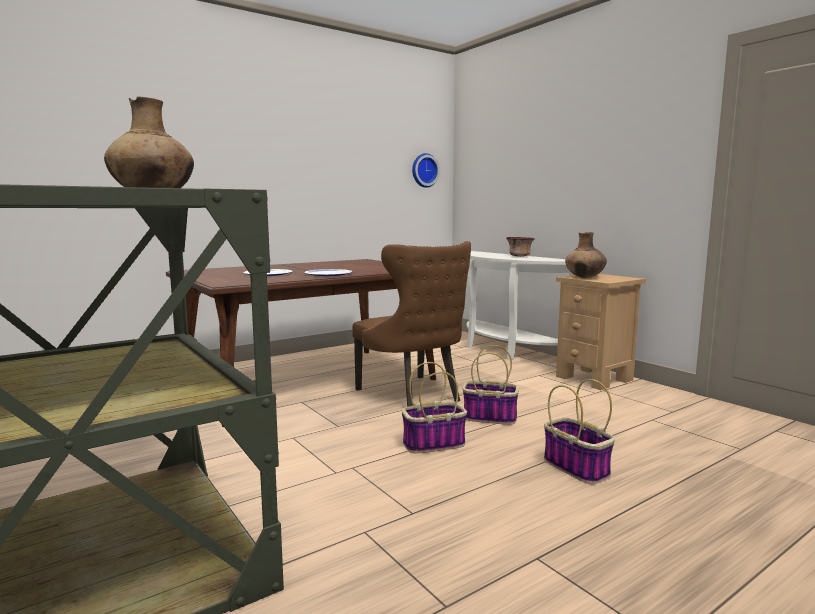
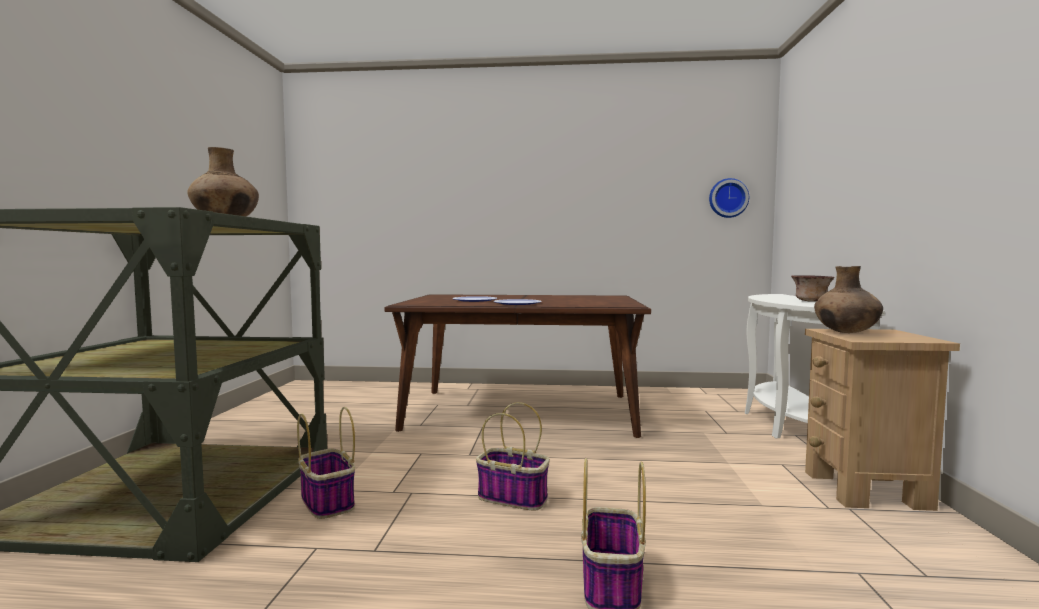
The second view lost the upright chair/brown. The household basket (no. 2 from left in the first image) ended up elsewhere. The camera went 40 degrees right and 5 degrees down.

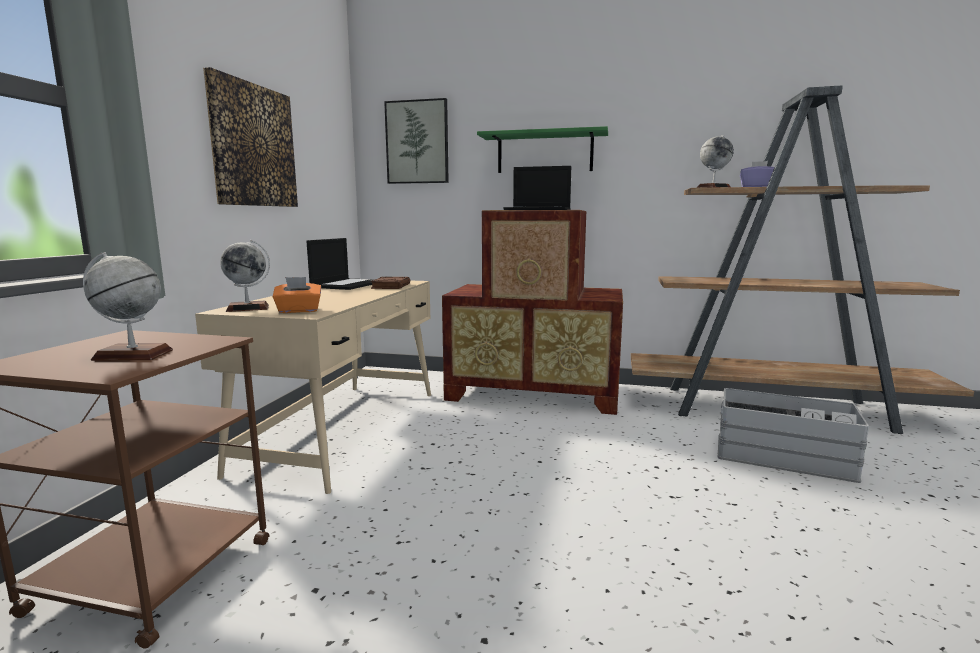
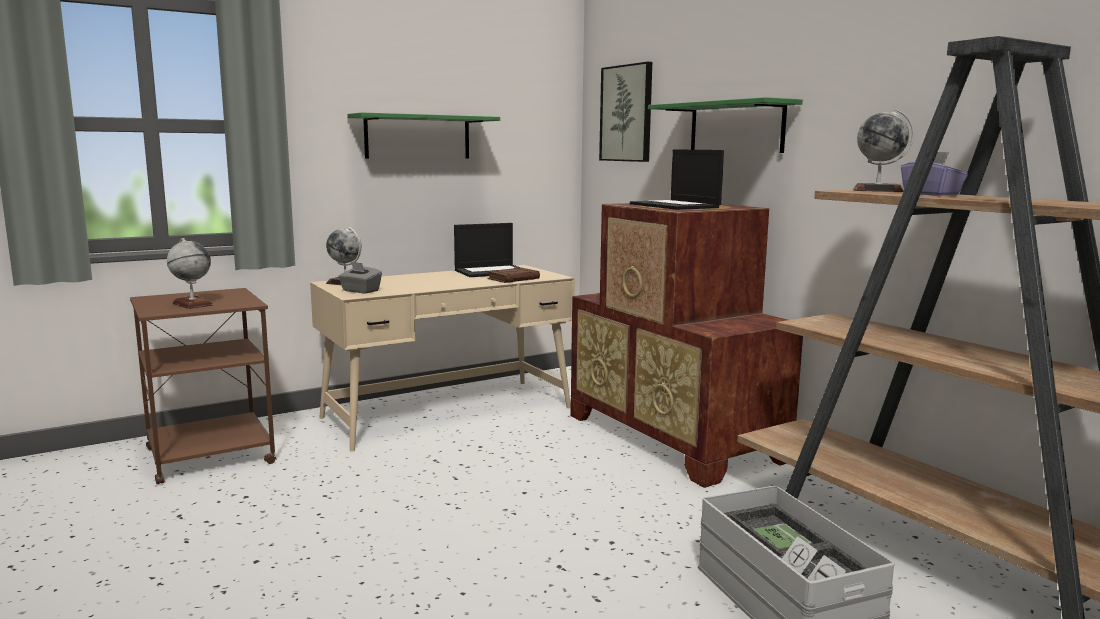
Where the picture (no. 1 from left) hung, the shelf/green-coloured (no. 1 from left) came to hang. What was the box of tissues/orangey turned into the box of tissues/grey. The camera went 45 degrees right and 0 degrees up.

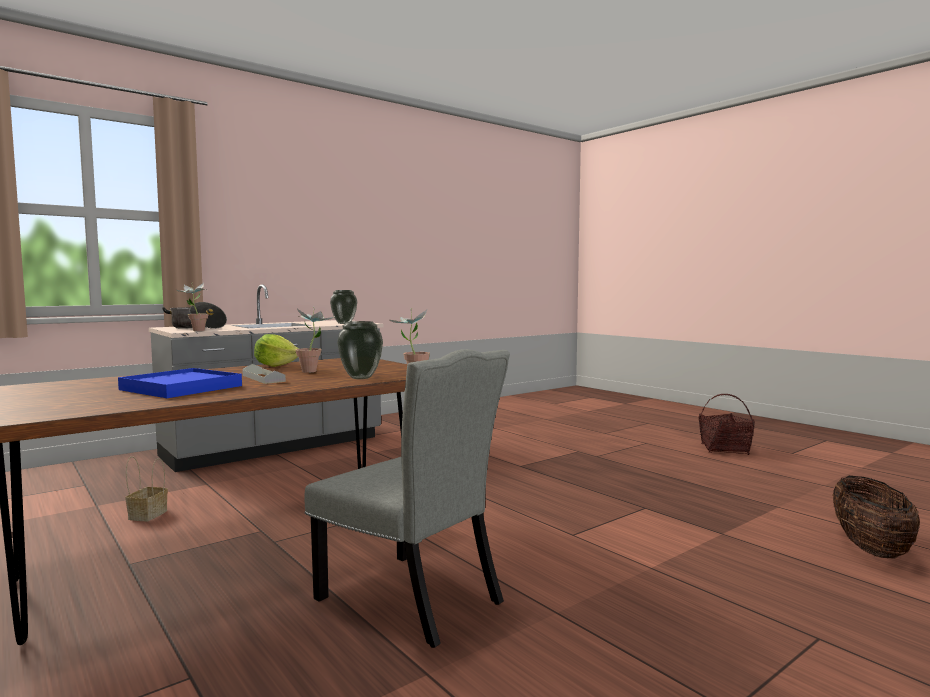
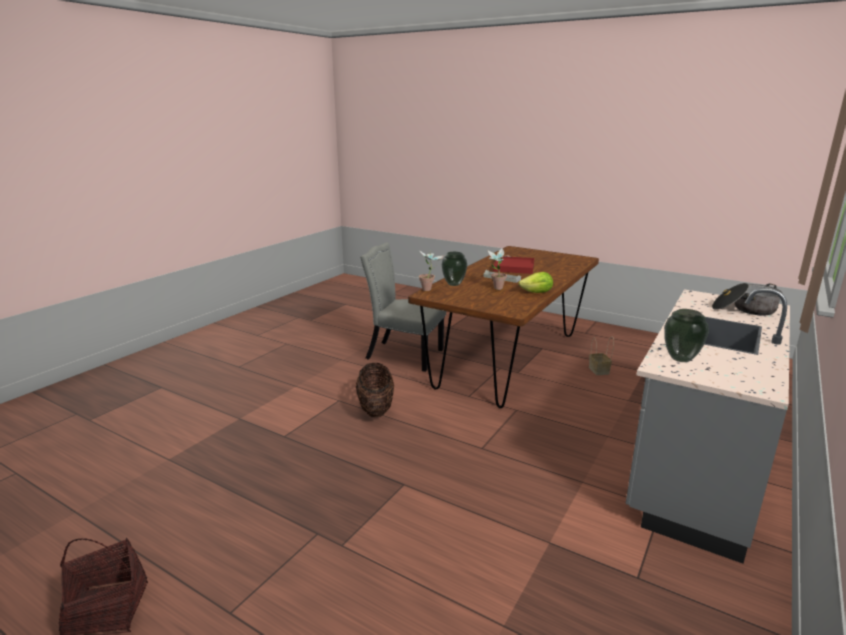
The second view lost the houseplant (no. 1 from left). The household basket (no. 3 from left in the first image) ended up elsewhere. What was the tray/blue-coloured turned into the tray/red-coloured. The camera went 160 degrees right and 15 degrees up.

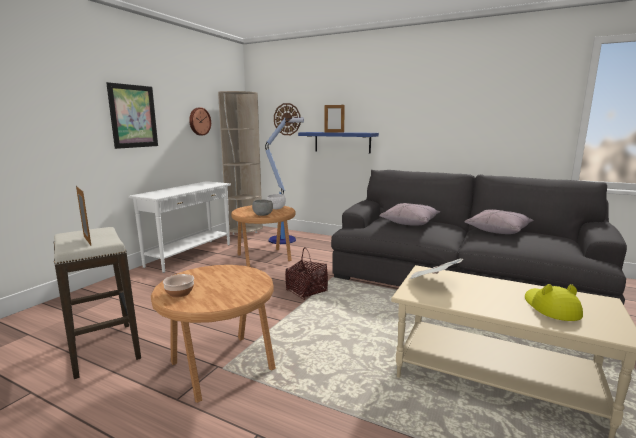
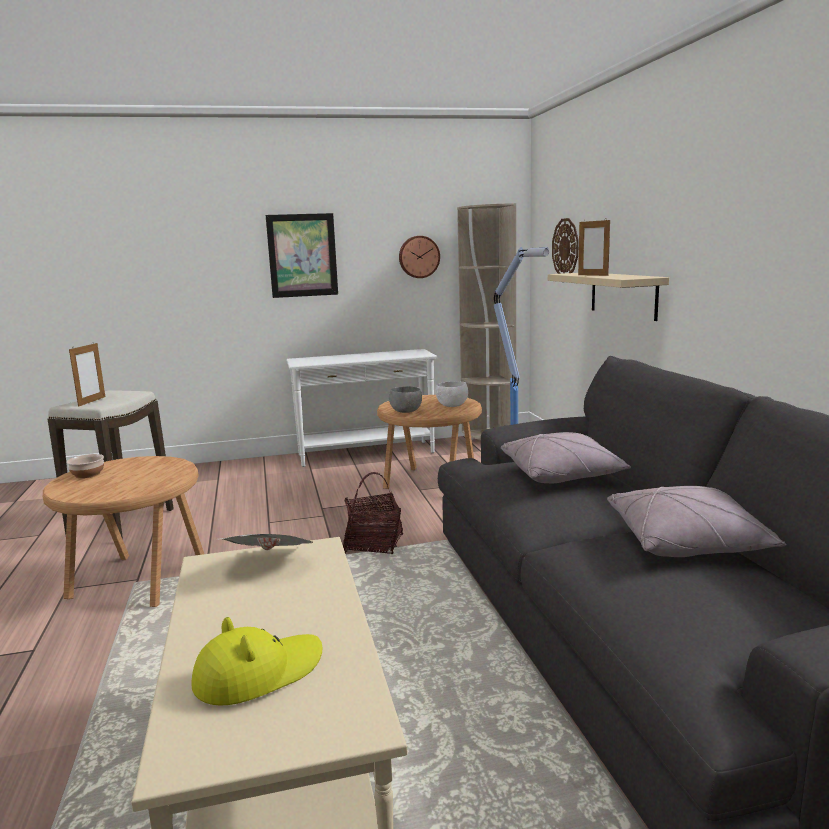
What was the shelf/blue-coloured turned into the shelf/beige. The camera went 50 degrees right and 0 degrees up.

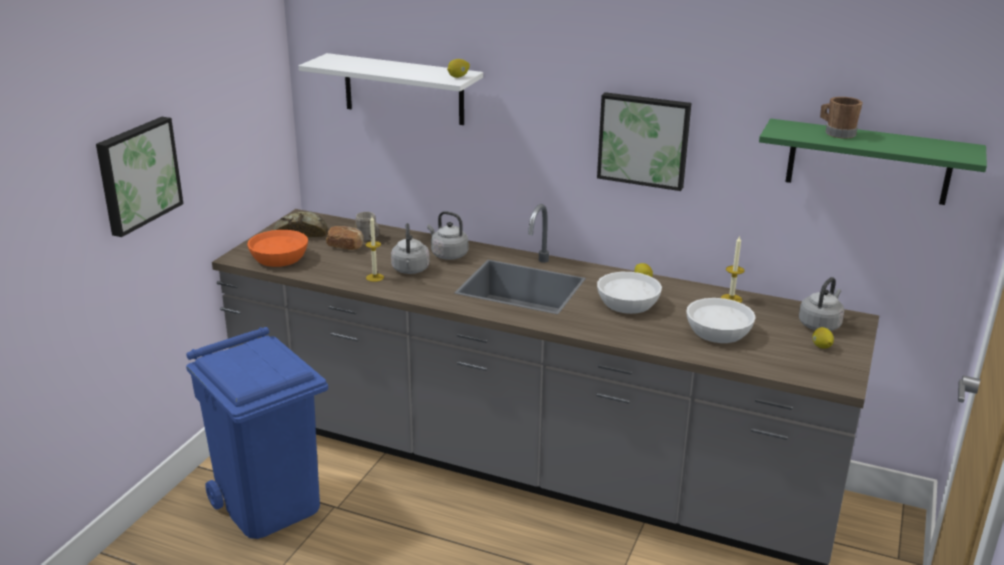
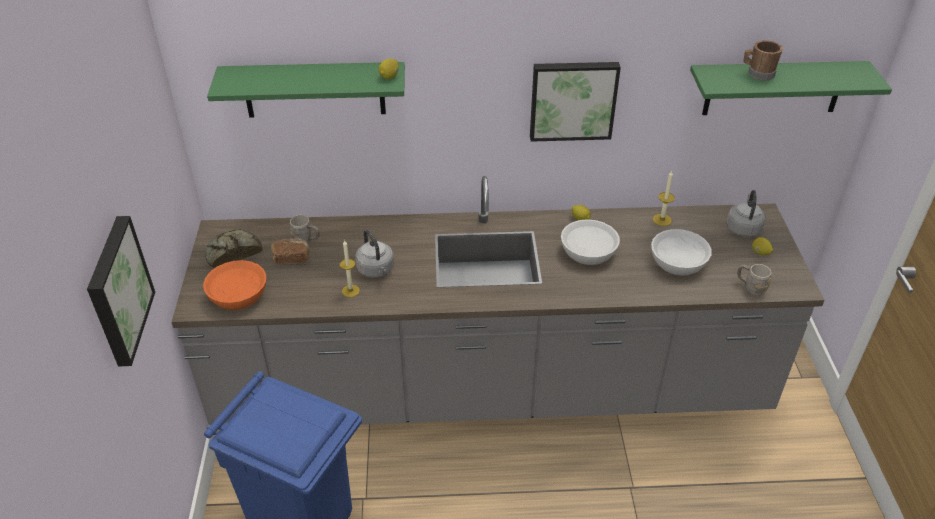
The second view lost the water kettle/grey (no. 2 from left). The second view gained the tea mug/grey (no. 2 from left). What was the shelf/whitish turned into the shelf/green-coloured (no. 1 from left). The camera went 25 degrees left and 15 degrees up.

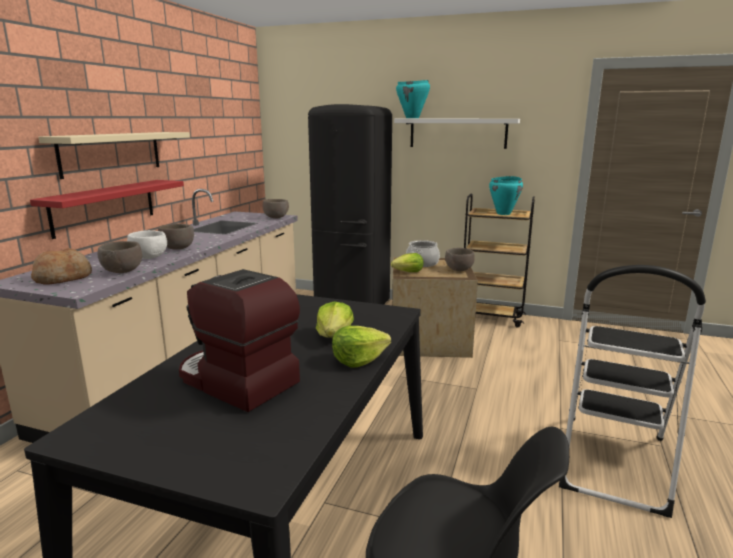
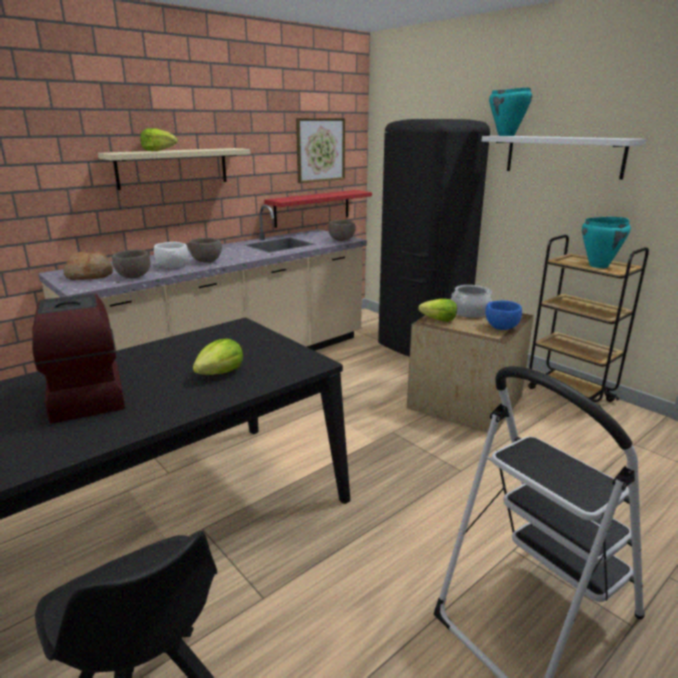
The second view gained the picture. The shelf/red-coloured ended up elsewhere. The lettuce head (no. 2 from left in the first image) ended up elsewhere. What was the serving bowl/brown (no. 4 from left) turned into the serving bowl/blue-coloured. The camera went 30 degrees right and 5 degrees up.

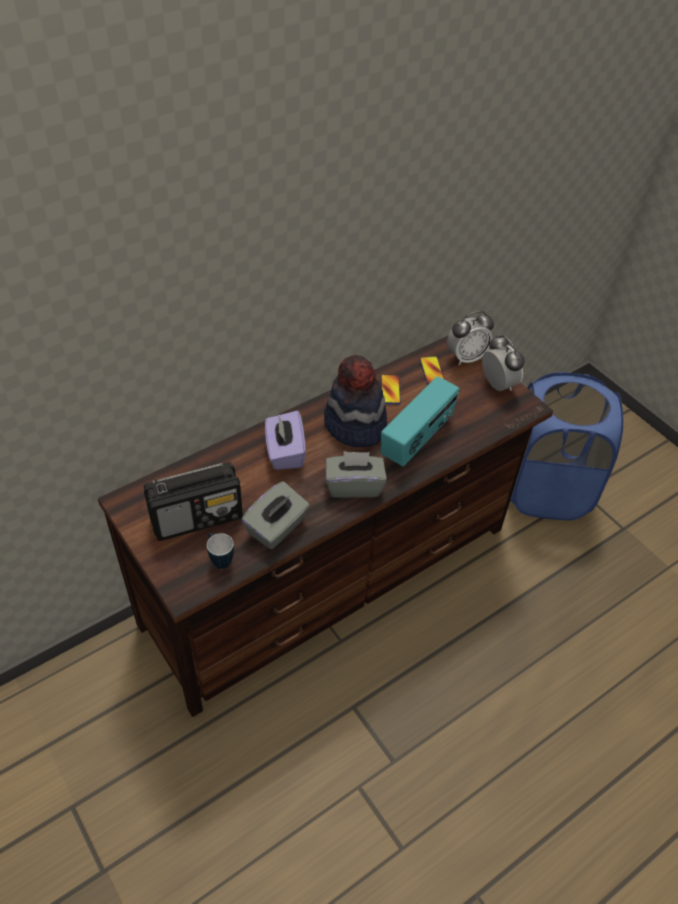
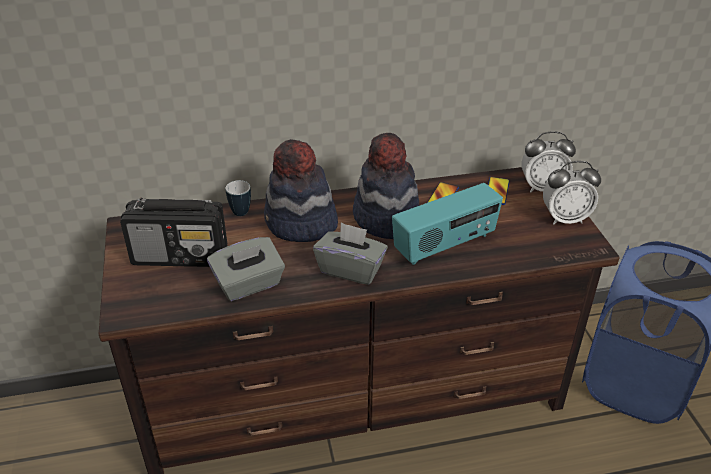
The tea mug ended up elsewhere. Where the box of tissues/purplish stood, the wearable hat (no. 1 from left) came to stand. The alarm clock (no. 2 from left) ended up facing another way, 90 degrees clockwise from before. The camera went 25 degrees right and 10 degrees down.

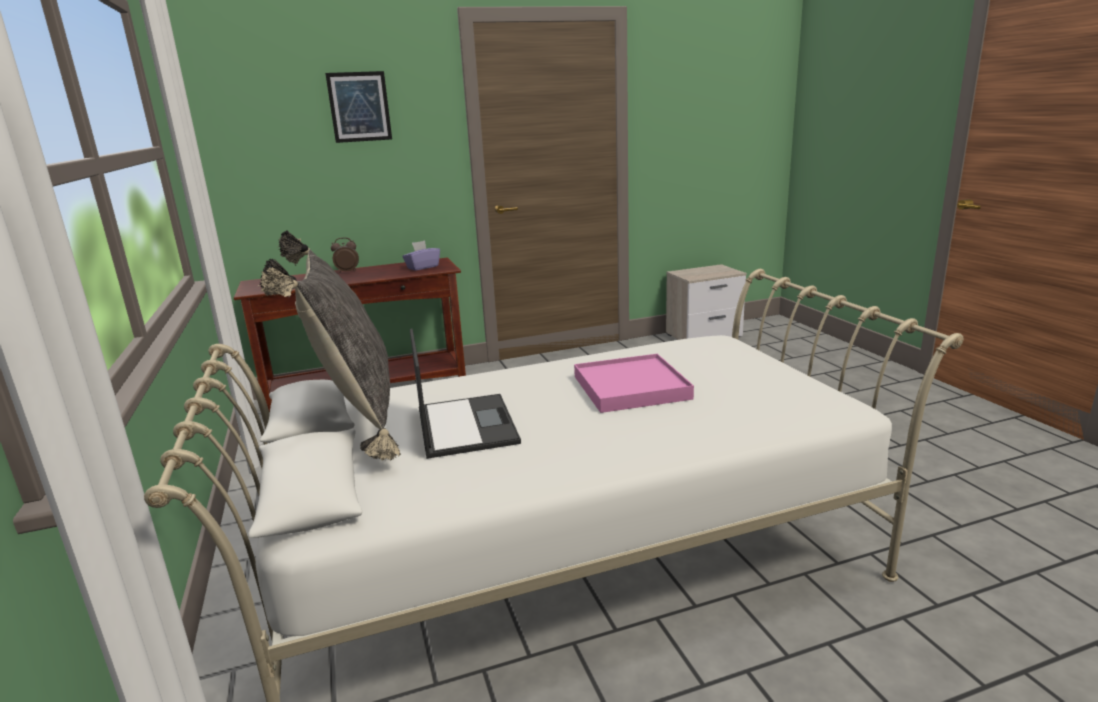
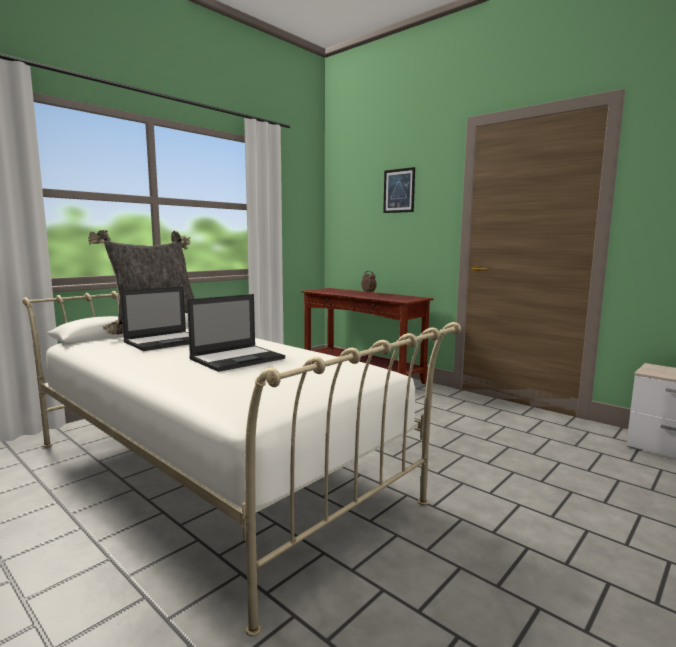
The second view lost the box of tissues/purplish. Where the tray/pink-coloured stood, the notebook computer (no. 2 from left) came to stand. The camera went 60 degrees right and 10 degrees down.

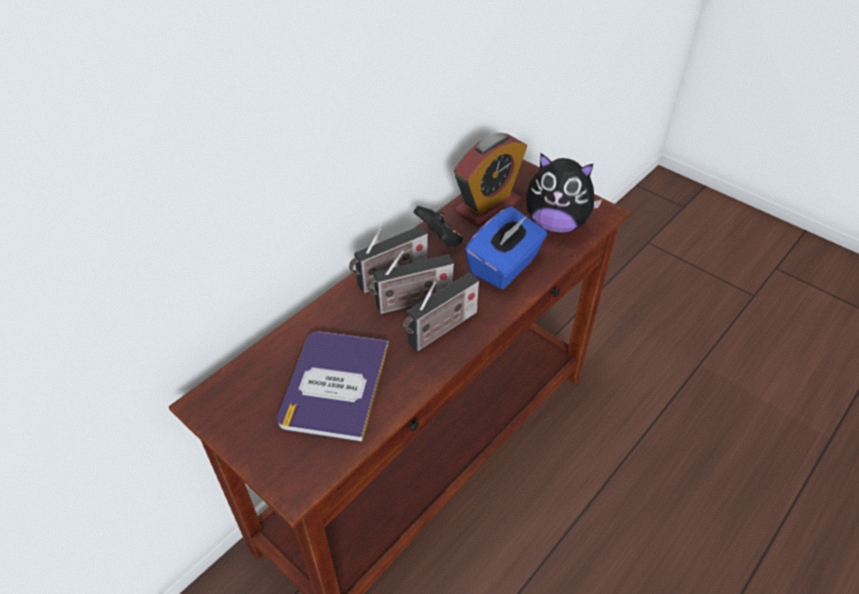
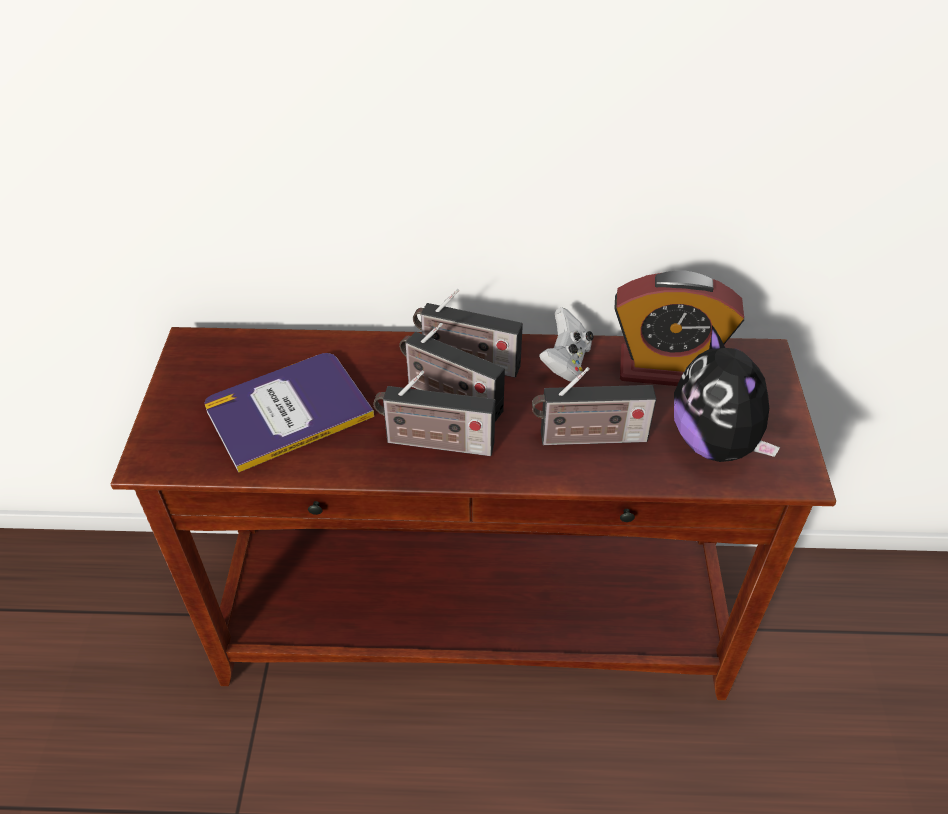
Where the box of tissues/blue-coloured stood, the radio receiver (no. 4 from left) came to stand. What was the gamepad/black turned into the gamepad/whitish. The camera went 50 degrees right and 0 degrees up.

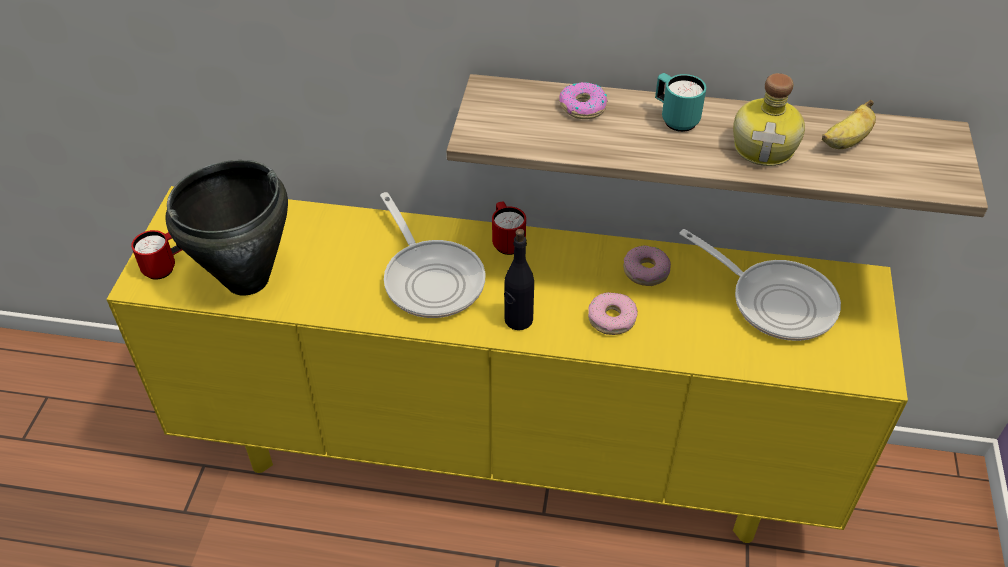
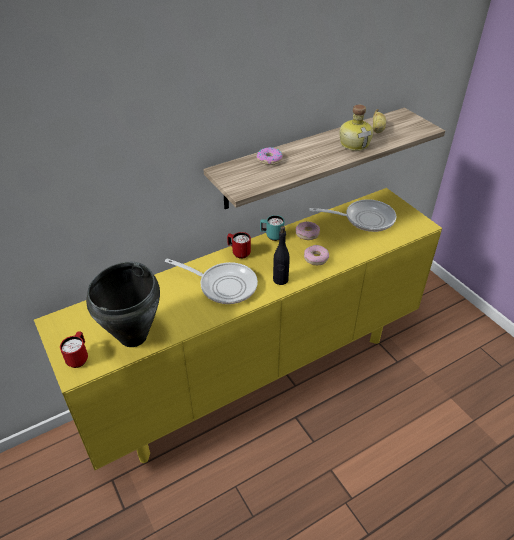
The tea mug/blue-green ended up elsewhere. The camera went 40 degrees left and 5 degrees down.

